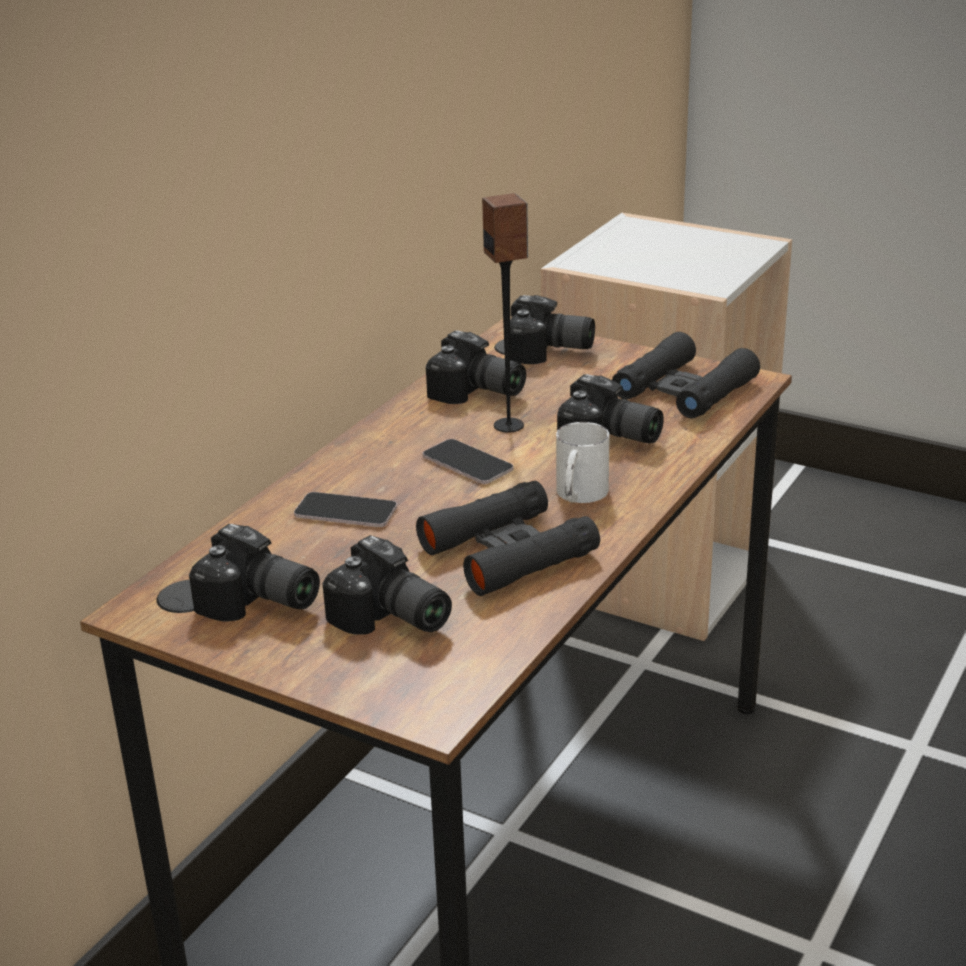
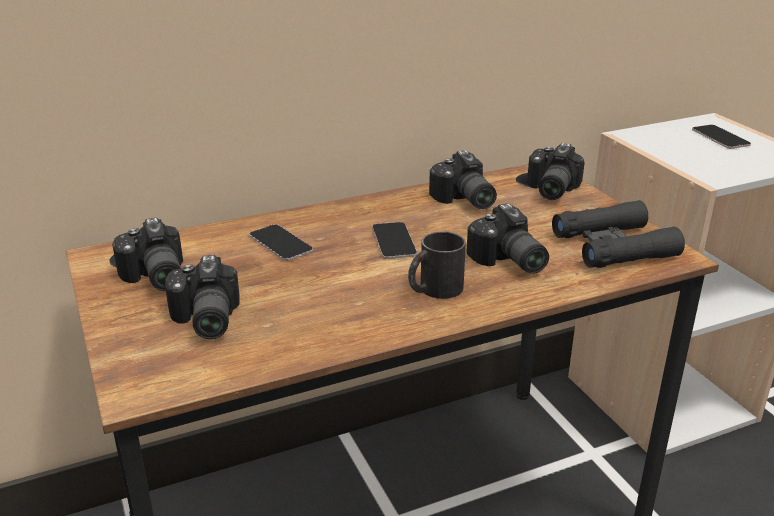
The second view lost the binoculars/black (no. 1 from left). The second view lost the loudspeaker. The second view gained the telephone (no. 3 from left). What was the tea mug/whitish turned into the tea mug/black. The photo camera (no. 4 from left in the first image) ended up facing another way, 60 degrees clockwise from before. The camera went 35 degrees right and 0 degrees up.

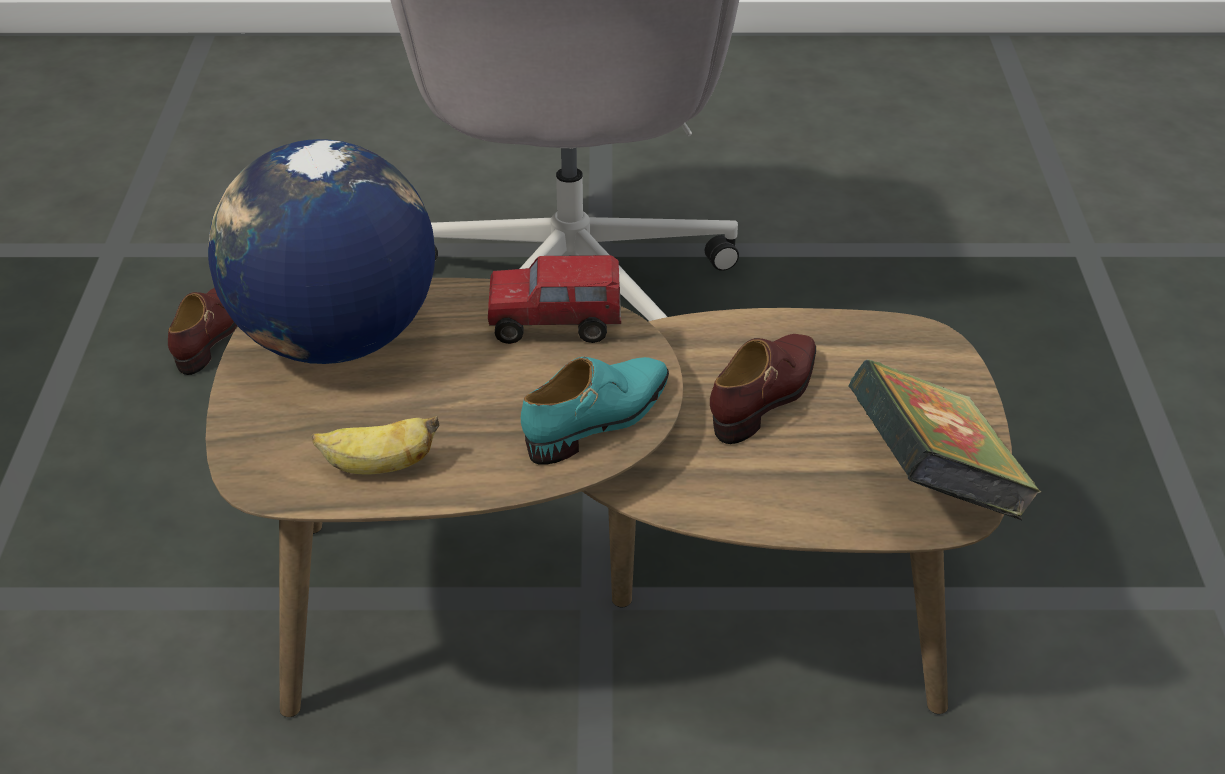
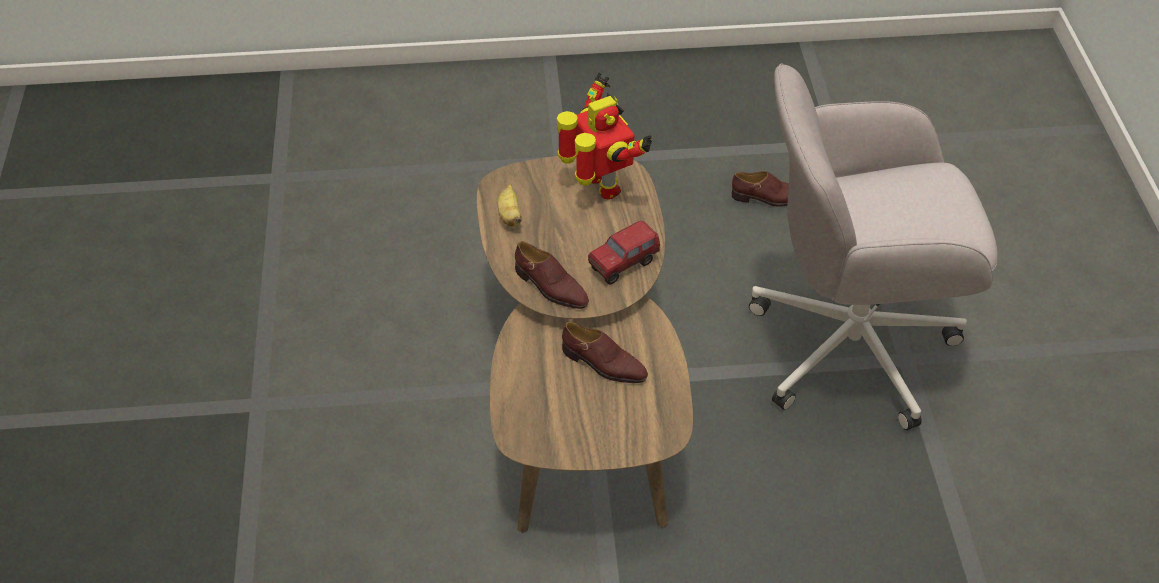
The second view lost the book. Where the globe stood, the robot figure came to stand. What was the shoe/blue-green turned into the shoe/brown (no. 1 from left). The toy lorry ended up facing another way, 120 degrees counterclockwise from before. The camera went 85 degrees right and 10 degrees up.

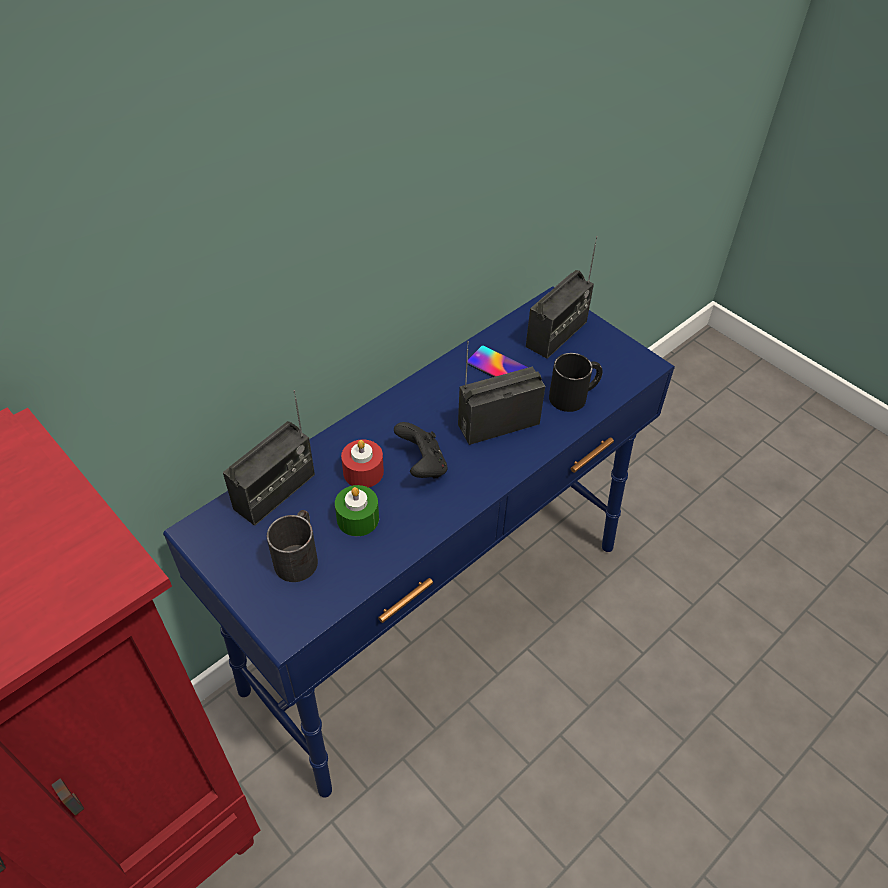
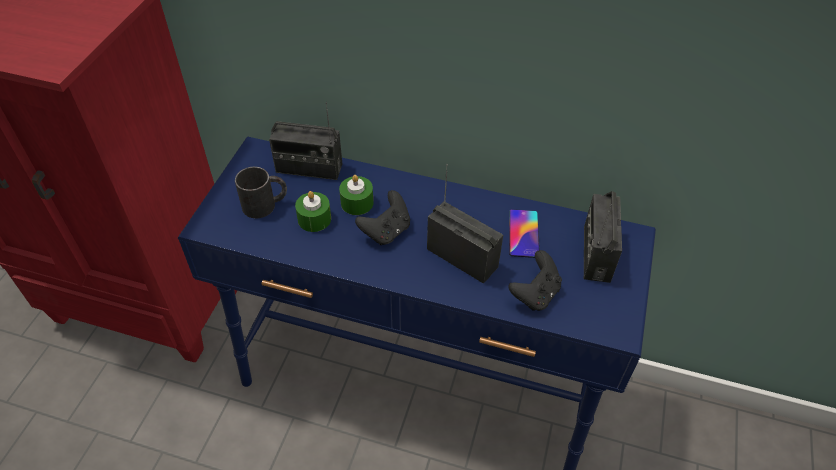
Where the tea mug/black (no. 2 from left) stood, the gamepad/black (no. 2 from left) came to stand. What was the candle/red-coloured turned into the candle/green-coloured (no. 2 from left). The radio receiver (no. 3 from left) ended up facing another way, 90 degrees clockwise from before. The camera went 60 degrees right and 0 degrees up.

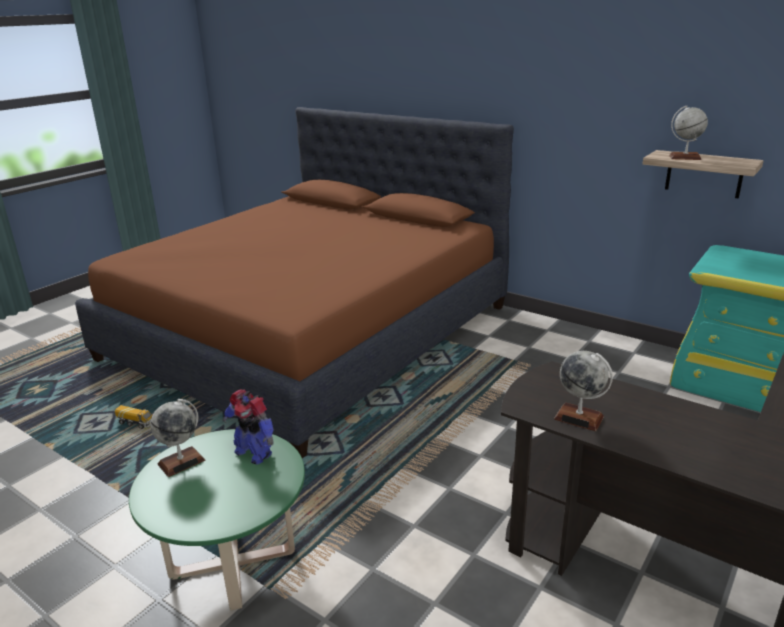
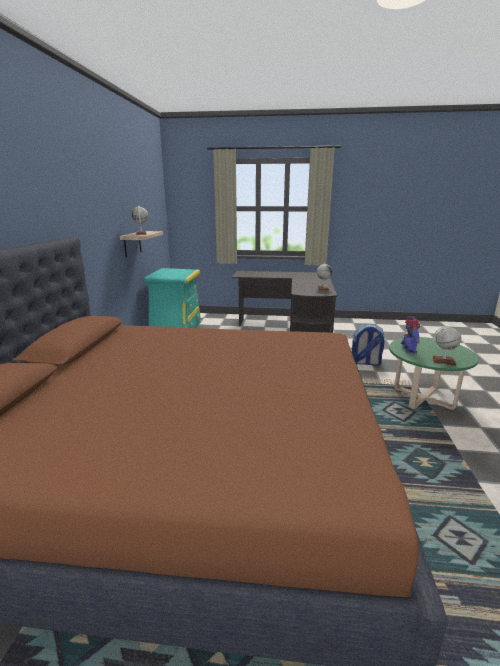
The second view lost the toy lorry. The second view gained the backpack. The camera went 120 degrees left and 5 degrees down.

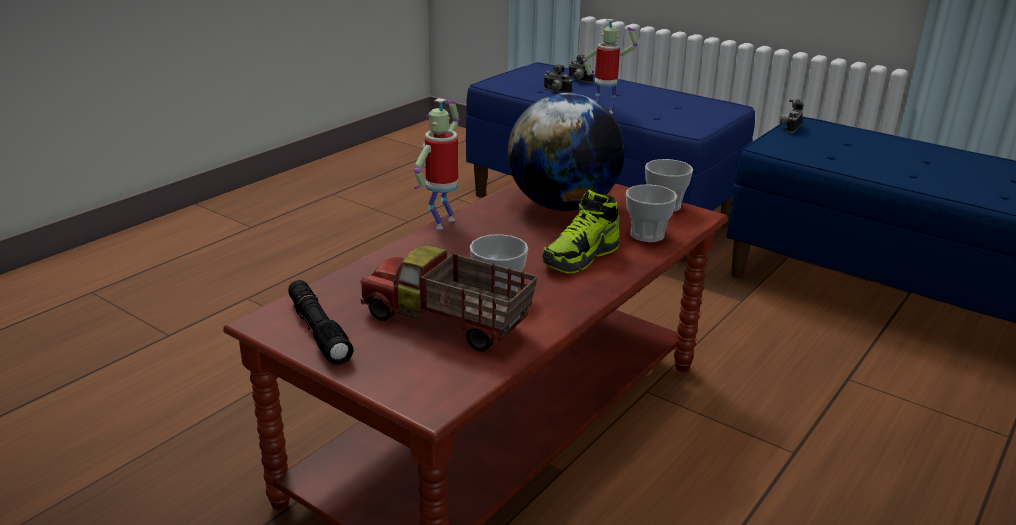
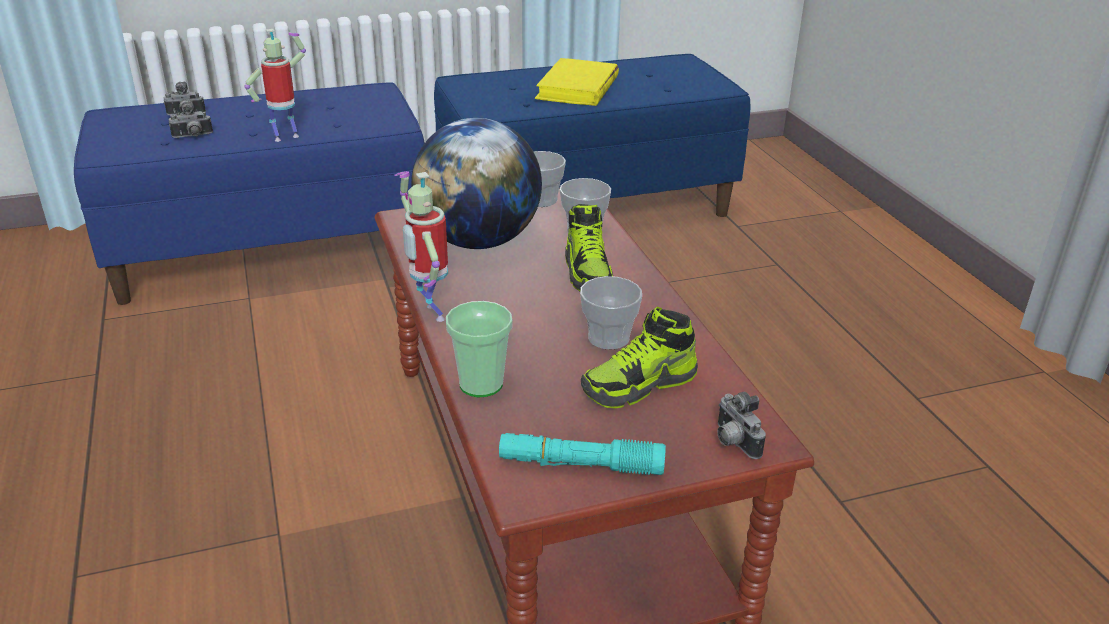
The second view gained the drinking cup (no. 1 from left). The second view gained the book/yellow-coloured. The photo camera (no. 3 from left) ended up elsewhere. Where the toy lorry stood, the shoe (no. 2 from left) came to stand. What was the hand torch/black turned into the hand torch/blue-green. The camera went 55 degrees left and 5 degrees up.

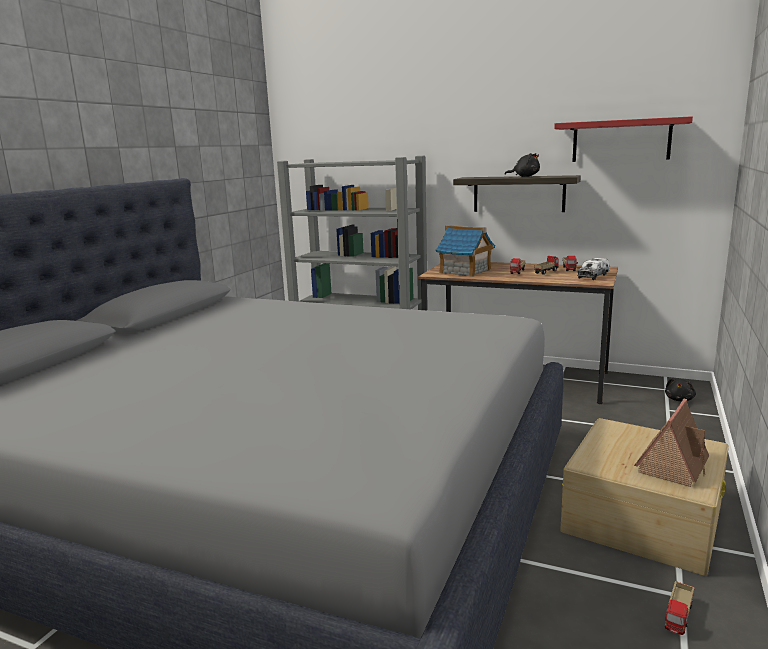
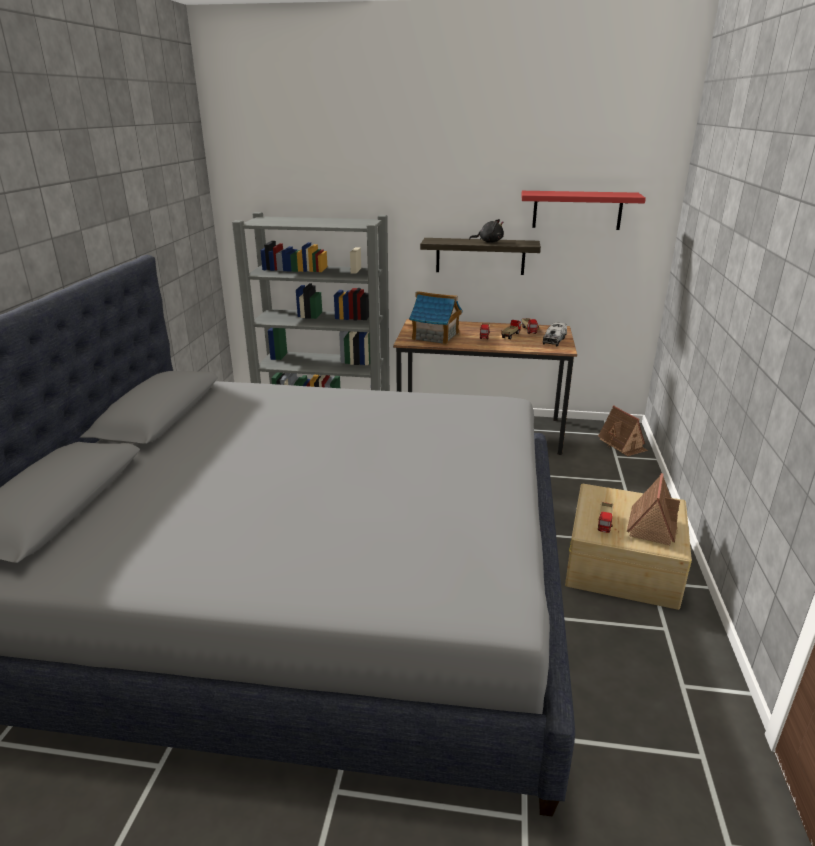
The toy lorry (no. 5 from left) ended up elsewhere. Where the soft toy/black (no. 2 from left) stood, the toy house (no. 2 from left) came to stand. The camera went 15 degrees left and 10 degrees up.

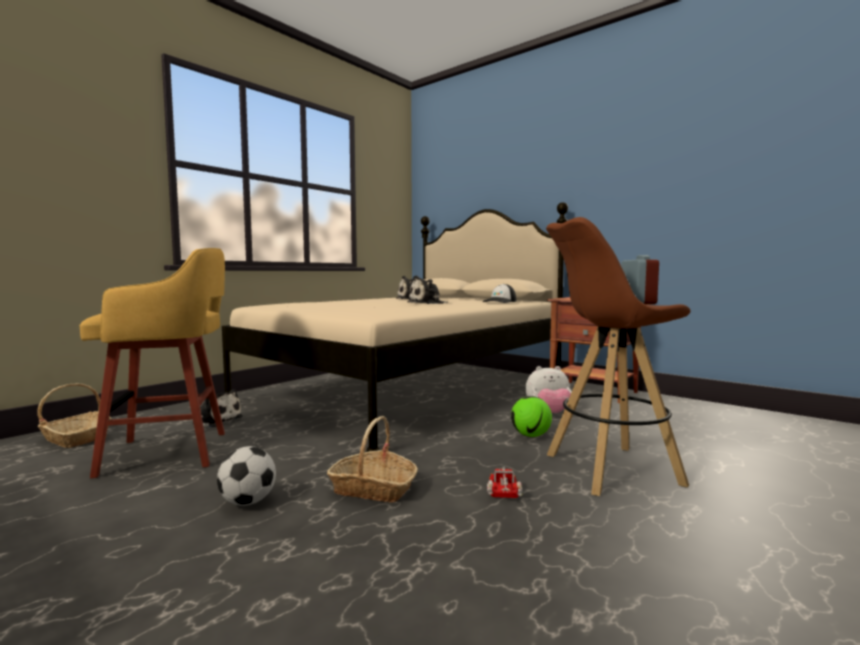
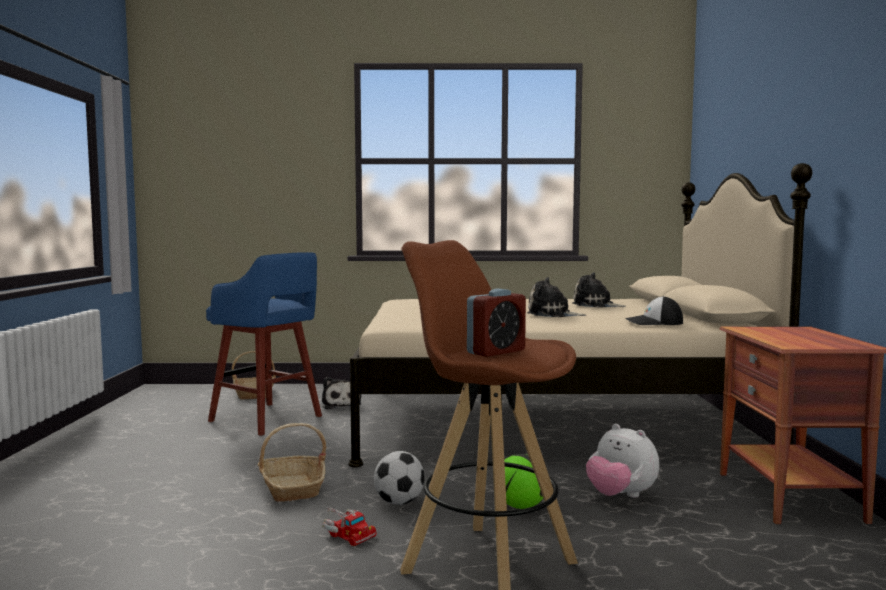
The football (no. 1 from left) ended up elsewhere. What was the sitting stool/yellow-coloured turned into the sitting stool/blue-coloured. The toy lorry ended up facing another way, 75 degrees clockwise from before. The camera went 50 degrees right and 0 degrees up.

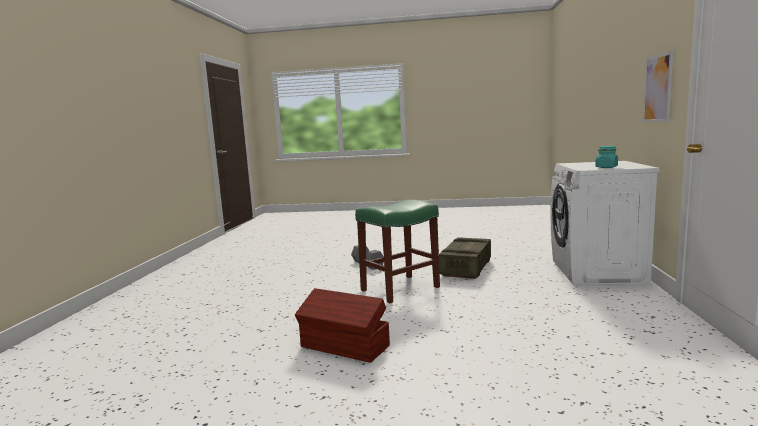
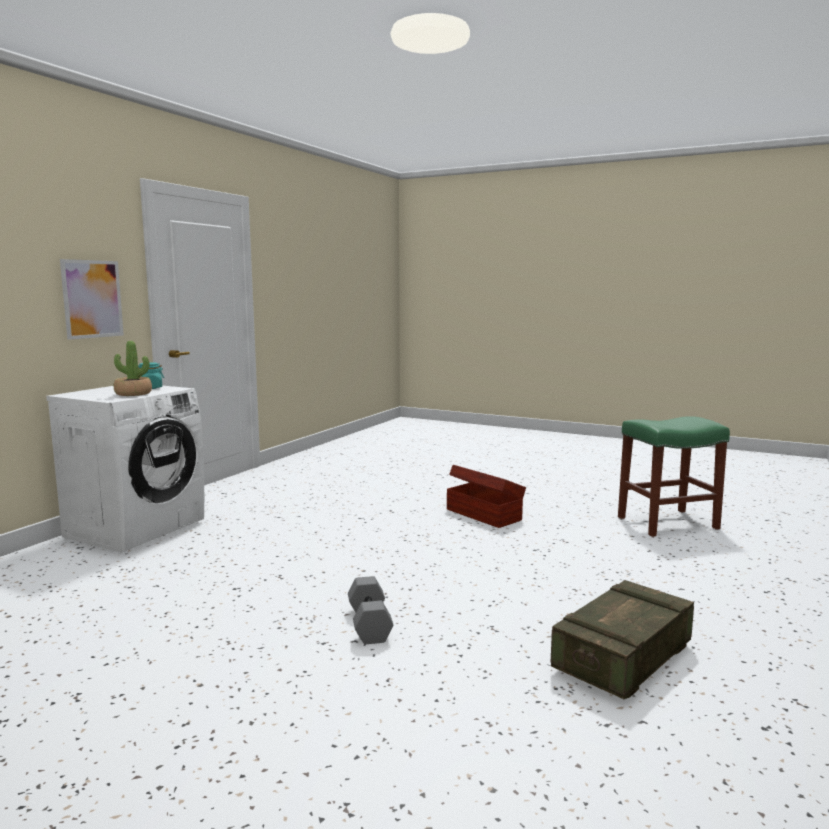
The second view gained the houseplant. The sitting stool/green-coloured ended up elsewhere. The shipping crate ended up elsewhere. The camera went 160 degrees left and 0 degrees up.

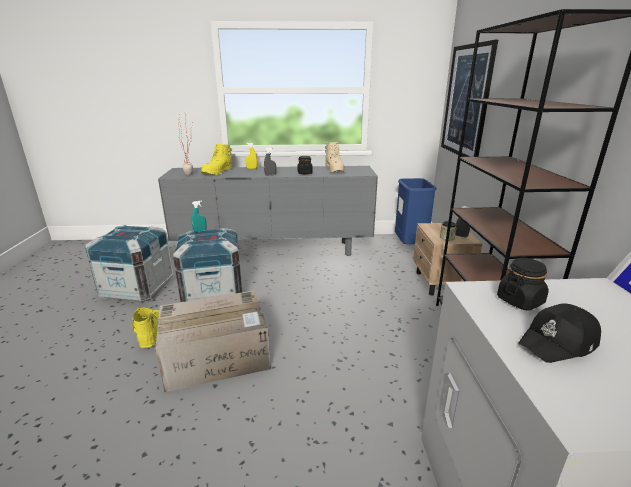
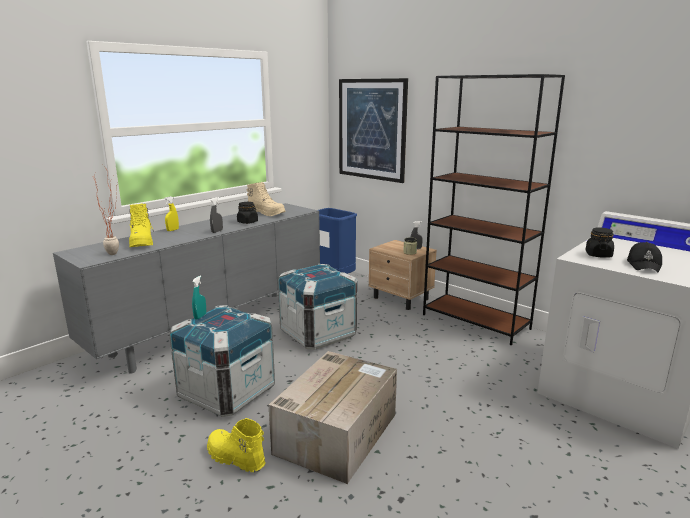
The shipping crate (no. 1 from left in the first image) ended up elsewhere. The camera went 45 degrees left and 5 degrees down.

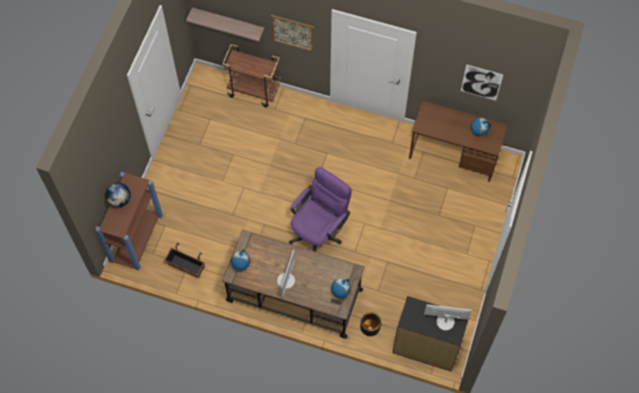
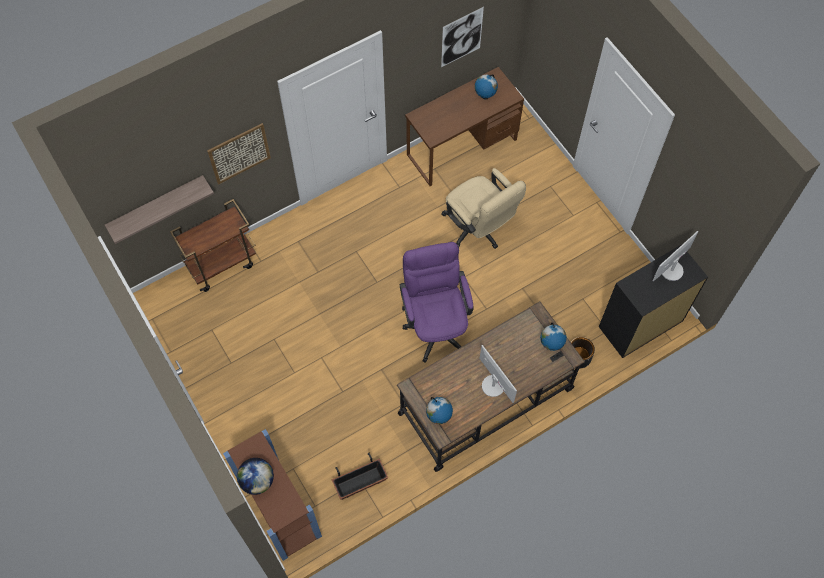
The second view gained the office chair/beige. The camera went 50 degrees left and 0 degrees up.

